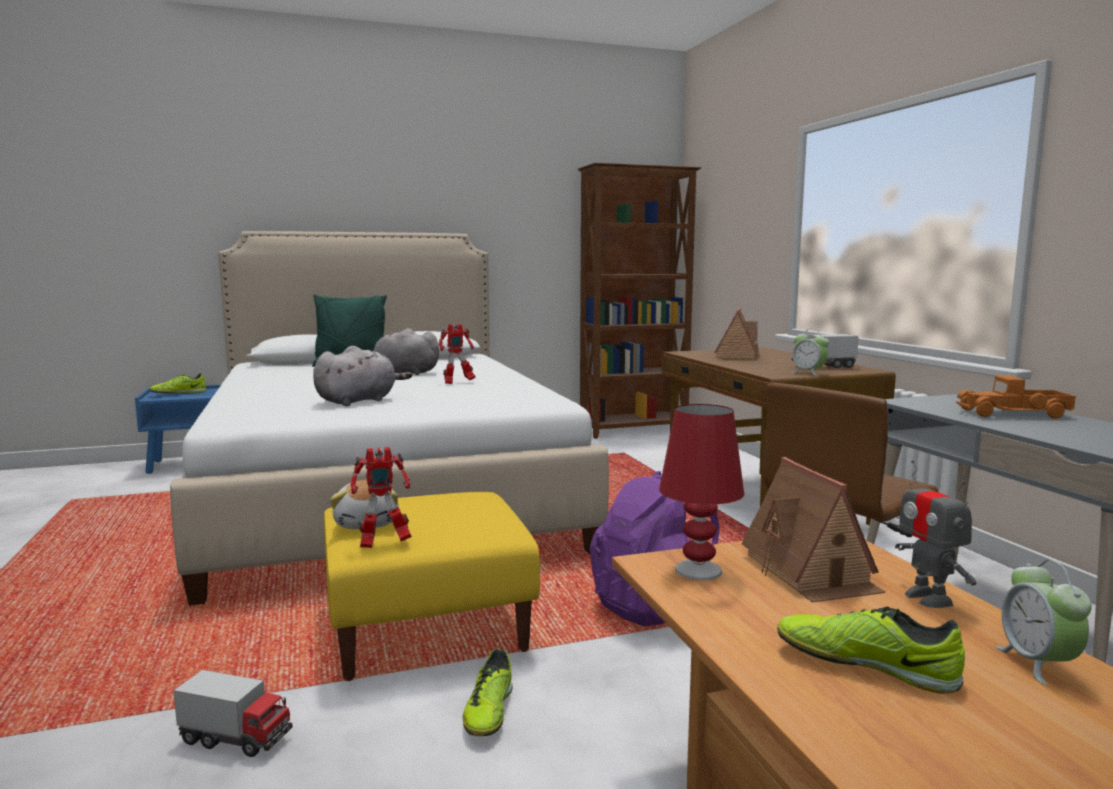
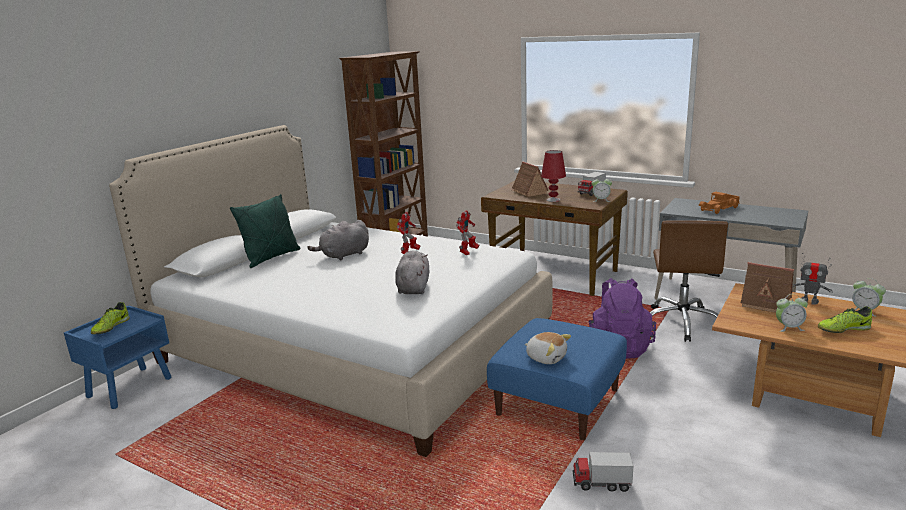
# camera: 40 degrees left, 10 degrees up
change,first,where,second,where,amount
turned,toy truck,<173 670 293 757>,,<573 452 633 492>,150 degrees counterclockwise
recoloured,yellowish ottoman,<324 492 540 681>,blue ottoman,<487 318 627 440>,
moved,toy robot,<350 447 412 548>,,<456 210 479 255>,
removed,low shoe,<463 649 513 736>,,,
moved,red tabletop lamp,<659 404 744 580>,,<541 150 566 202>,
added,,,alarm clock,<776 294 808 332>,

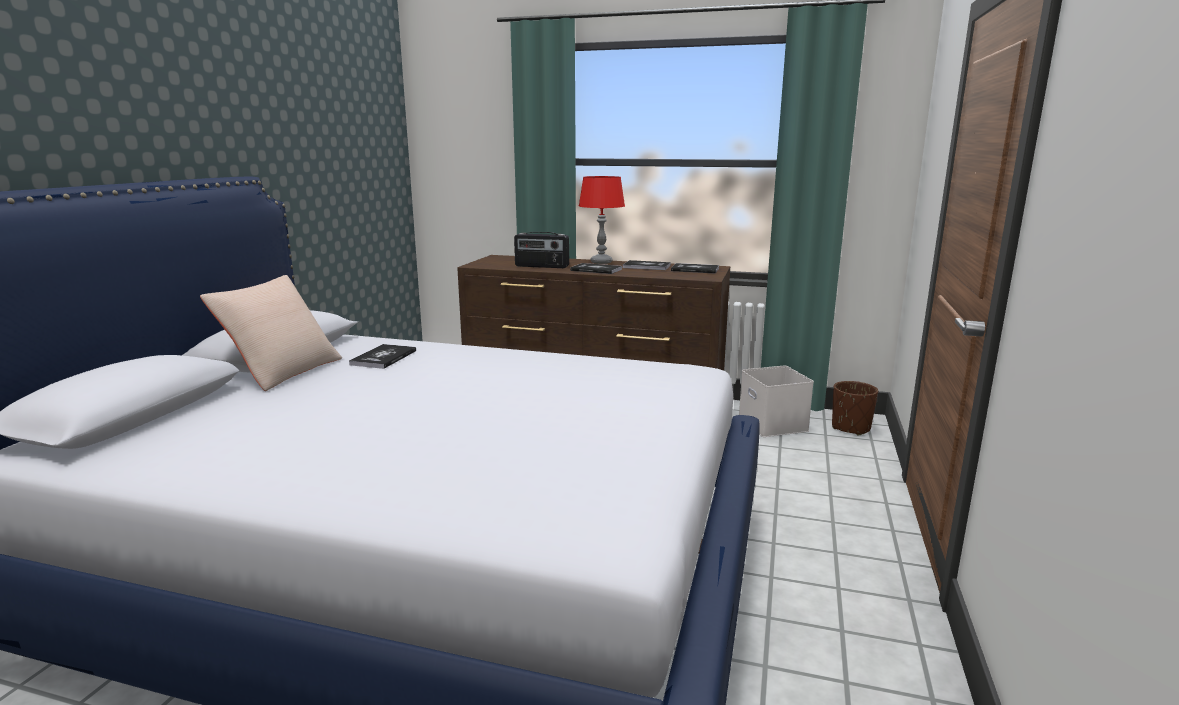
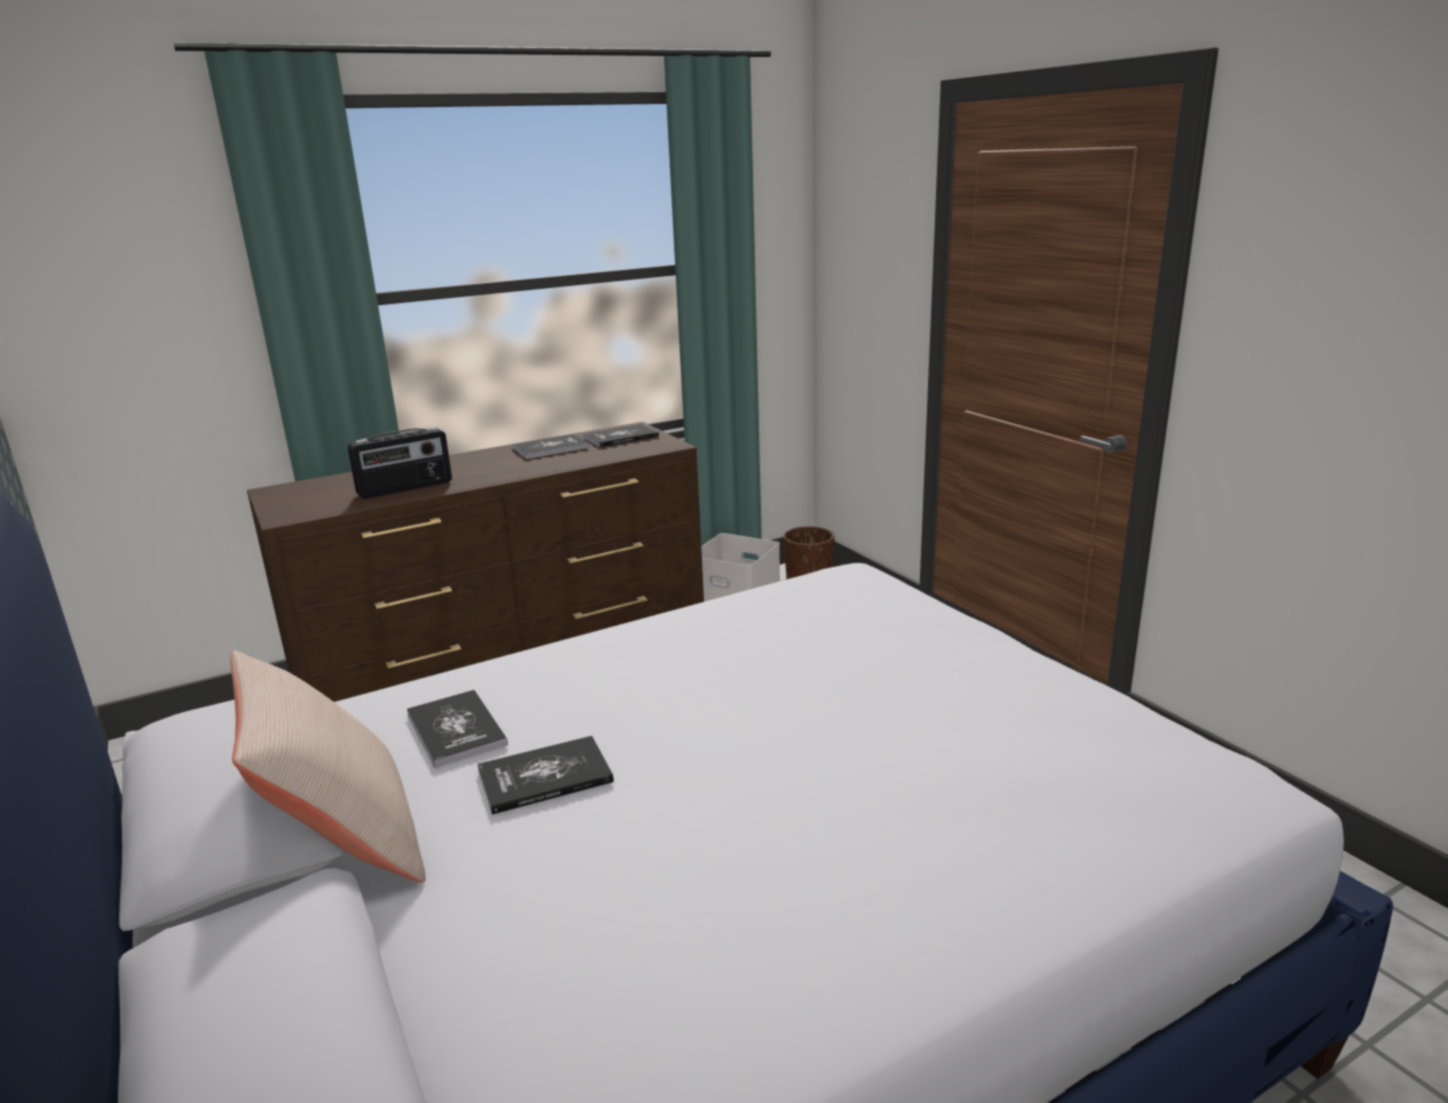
# camera: 45 degrees left, 5 degrees up
change,first,where,second,where,amount
moved,book,<570 263 622 274>,,<477 736 614 815>,
removed,red tabletop lamp,<579 176 625 264>,,,

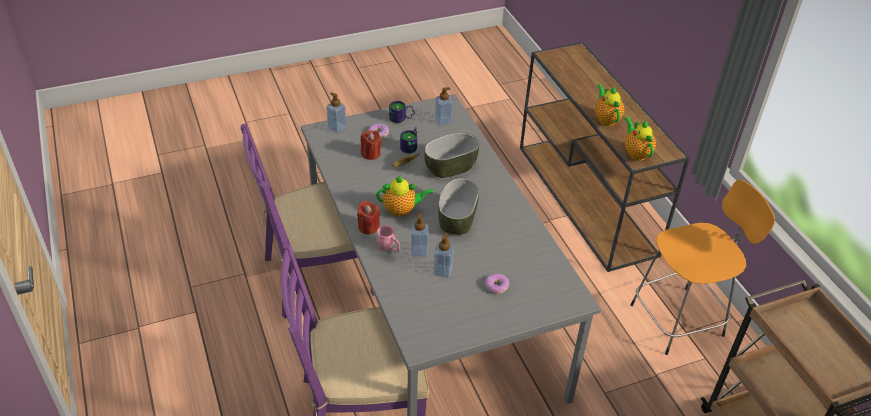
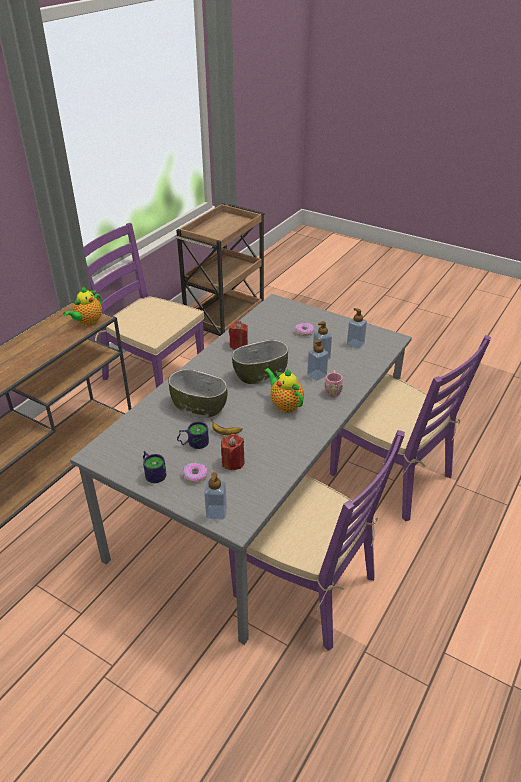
# camera: 125 degrees left, 5 degrees down
change,first,where,second,where,amount
moved,red wax light,<357 200 380 234>,,<229 321 248 350>,
moved,liquid soap bottle,<435 87 452 126>,,<347 308 367 349>,
removed,tea pot,<595 84 624 126>,,,
replaced,orangey stool seat,<630 179 775 355>,purple plain chair,<84 223 204 388>,

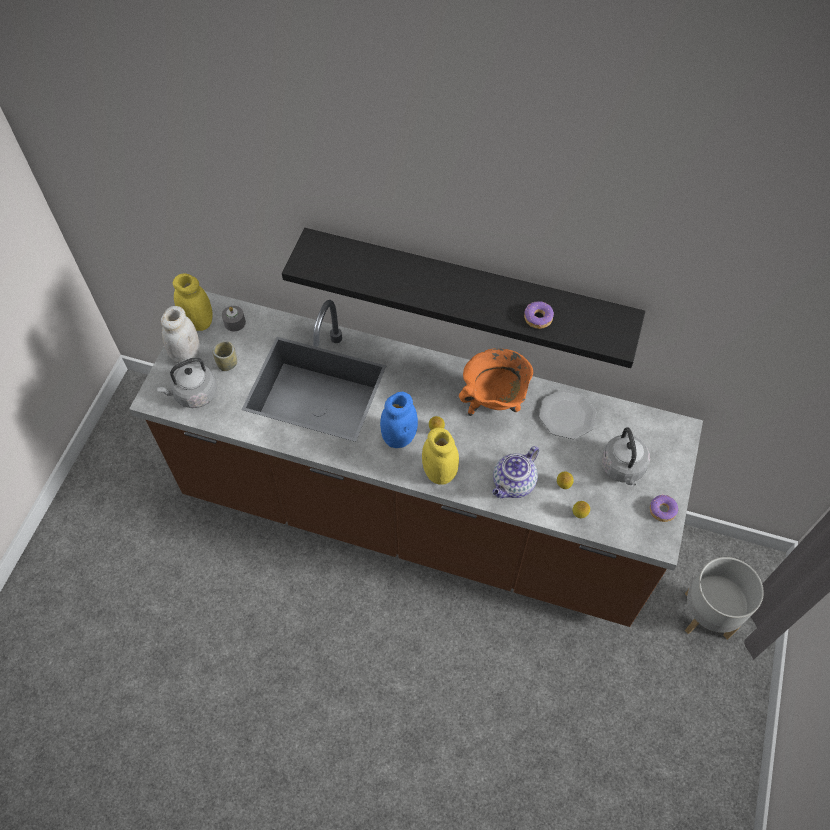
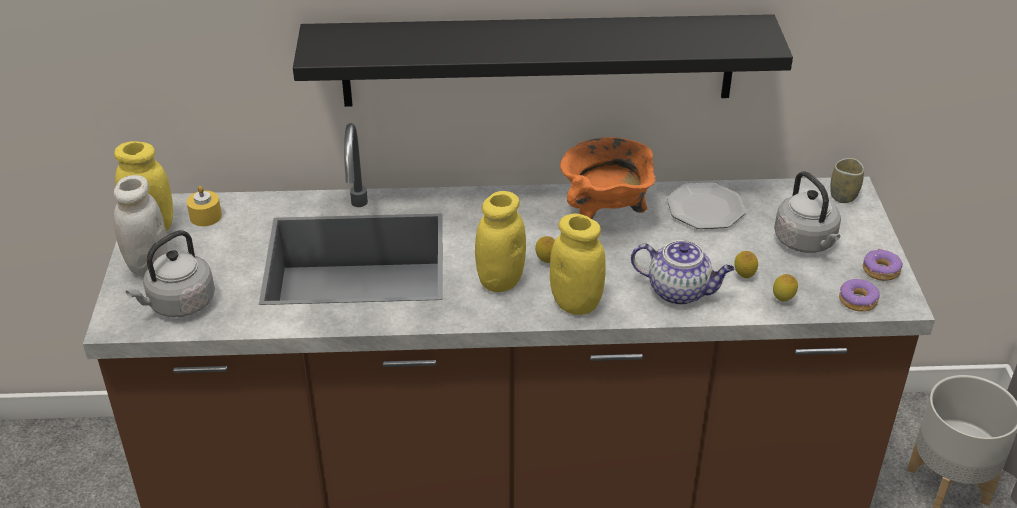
# camera: 20 degrees left, 20 degrees down
change,first,where,second,where,amount
moved,drinking cup,<212 341 237 371>,,<830 158 864 203>,
recoloured,gray wax light,<222 306 246 332>,yellowish wax light,<187 186 222 226>,
recoloured,blue storage jar,<380 392 418 448>,yellowish storage jar,<475 191 526 292>,
turned,tea pot,<492 446 539 498>,,<631 240 735 305>,90 degrees counterclockwise
moved,ring doughnut,<524 301 554 329>,,<839 279 880 312>,

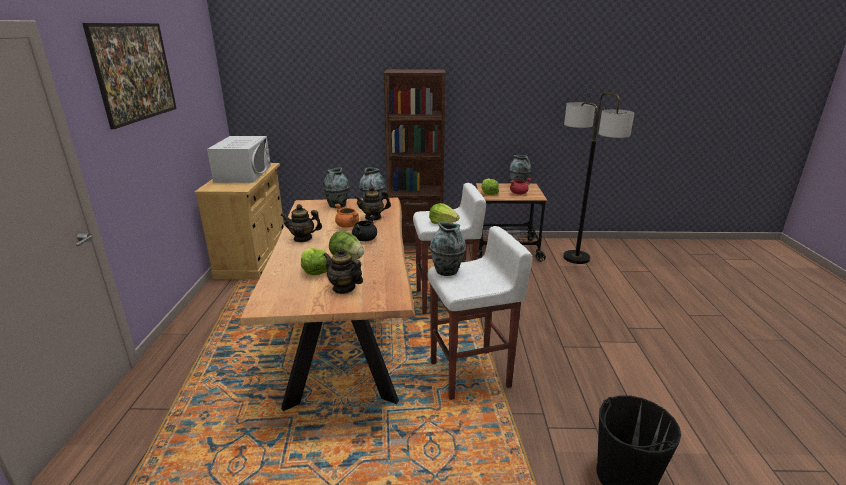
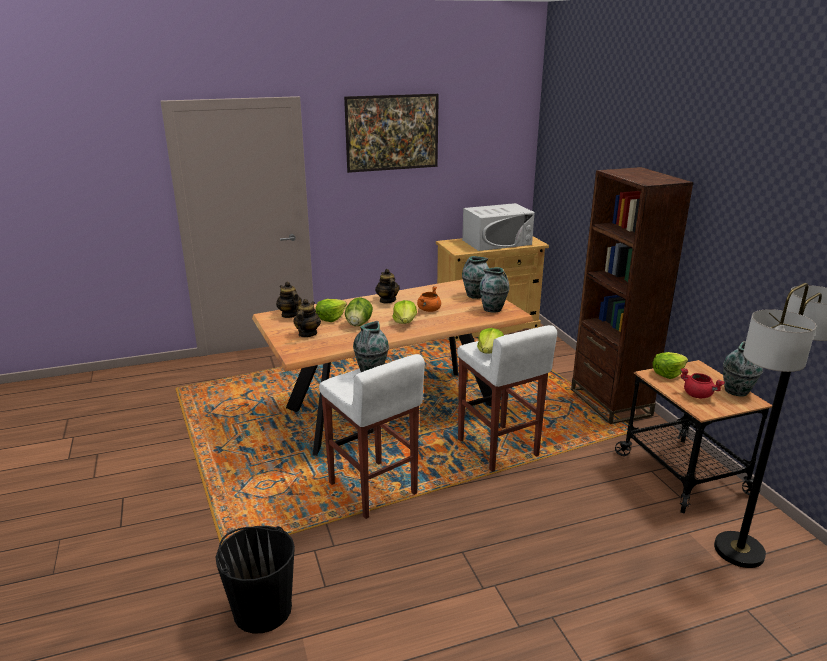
# camera: 70 degrees right, 0 degrees up
change,first,where,second,where,amount
replaced,black-coloured cooking pot,<352 215 377 241>,lettuce head,<393 300 417 324>,
moved,tea pot,<354 186 391 221>,,<276 282 302 318>,

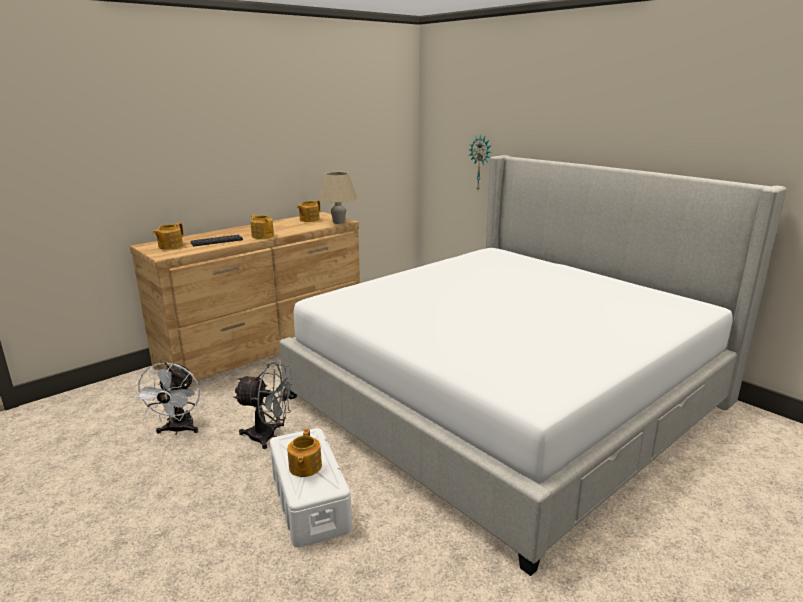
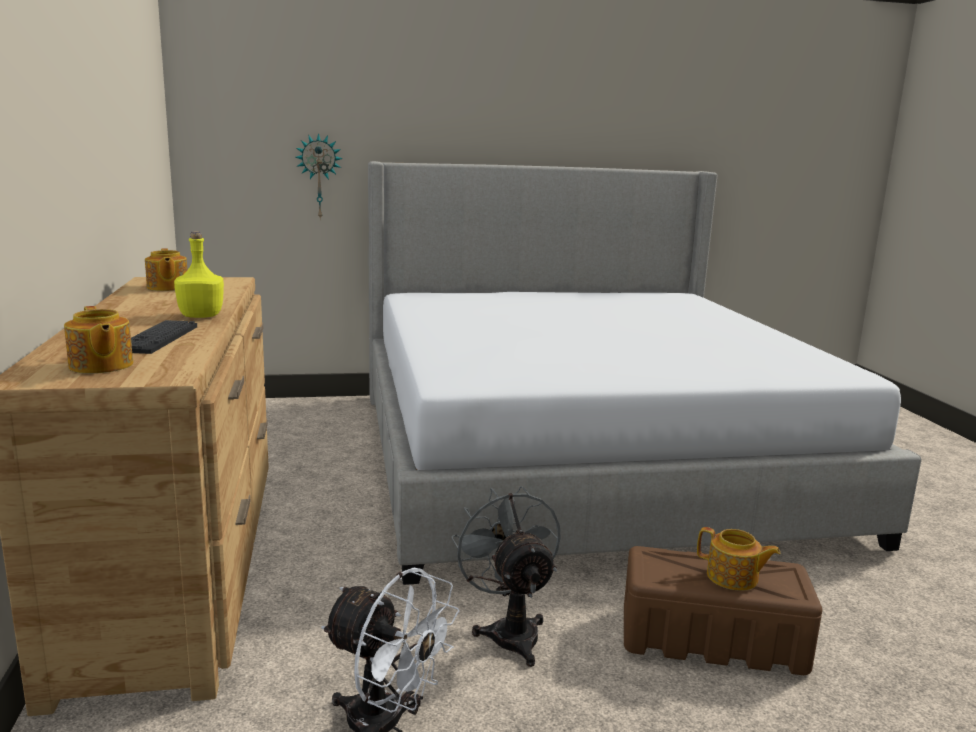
# camera: 60 degrees left, 5 degrees down
change,first,where,second,where,amount
turned,gray electric fan,<234 362 294 449>,,<451 486 561 667>,60 degrees counterclockwise
replaced,tea pot,<250 215 274 239>,yellowish drink bottle,<174 231 224 318>,
recoloured,white storage box,<270 428 352 547>,brown-coloured storage box,<624 546 822 675>,
removed,sand-coloured tabletop lamp,<318 172 357 224>,,,

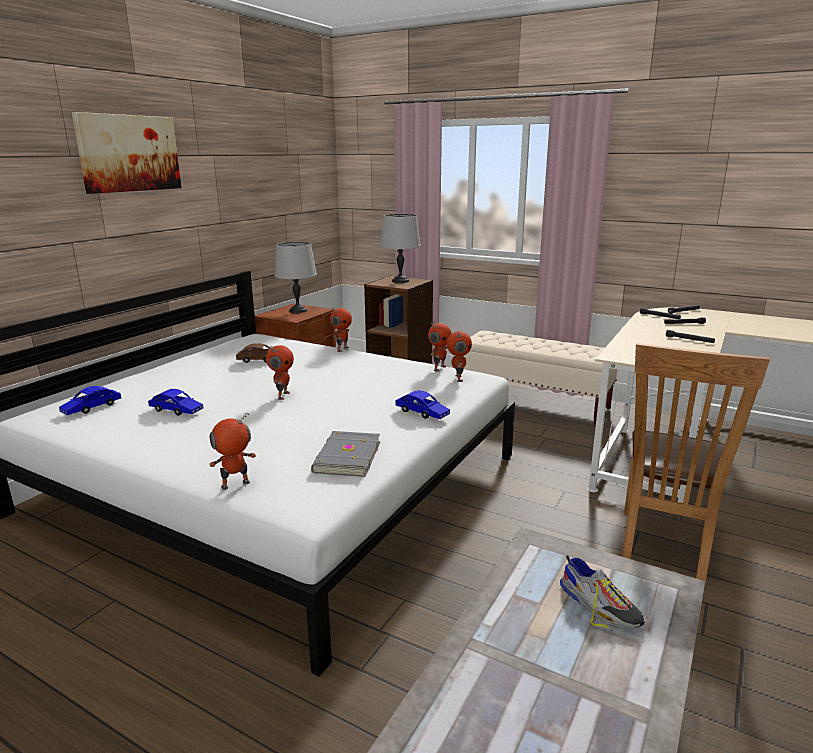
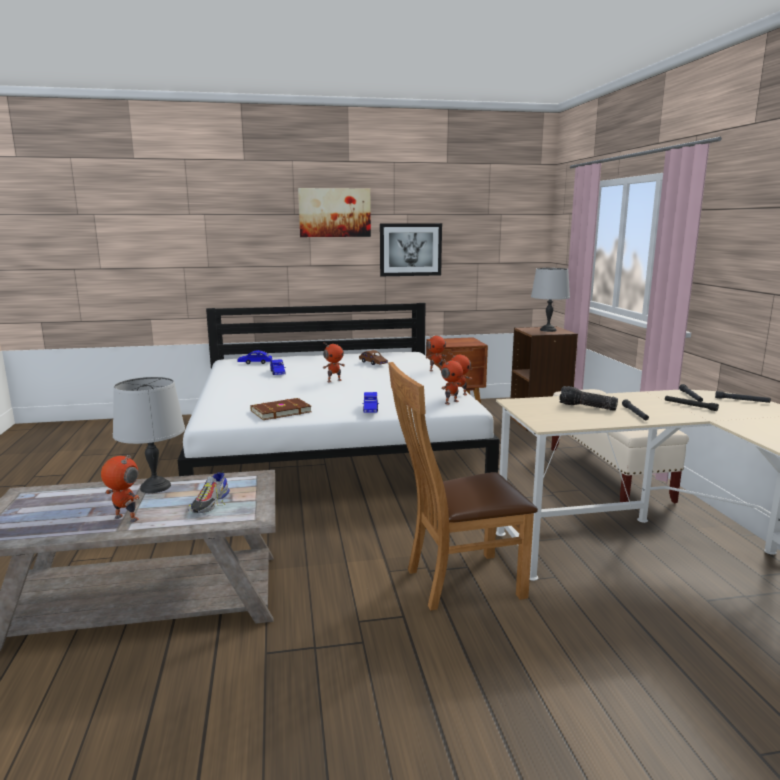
# camera: 50 degrees right, 5 degrees down
change,first,where,second,where,amount
moved,toy robot,<209 413 256 490>,,<101 455 140 522>,
moved,gray tabletop lamp,<275 242 317 313>,,<113 377 185 493>,
recoloured,gray book,<311 431 380 477>,brown-coloured book,<250 398 312 420>,
added,,,picture,<380 223 442 276>,
added,,,hand torch,<559 386 618 411>,

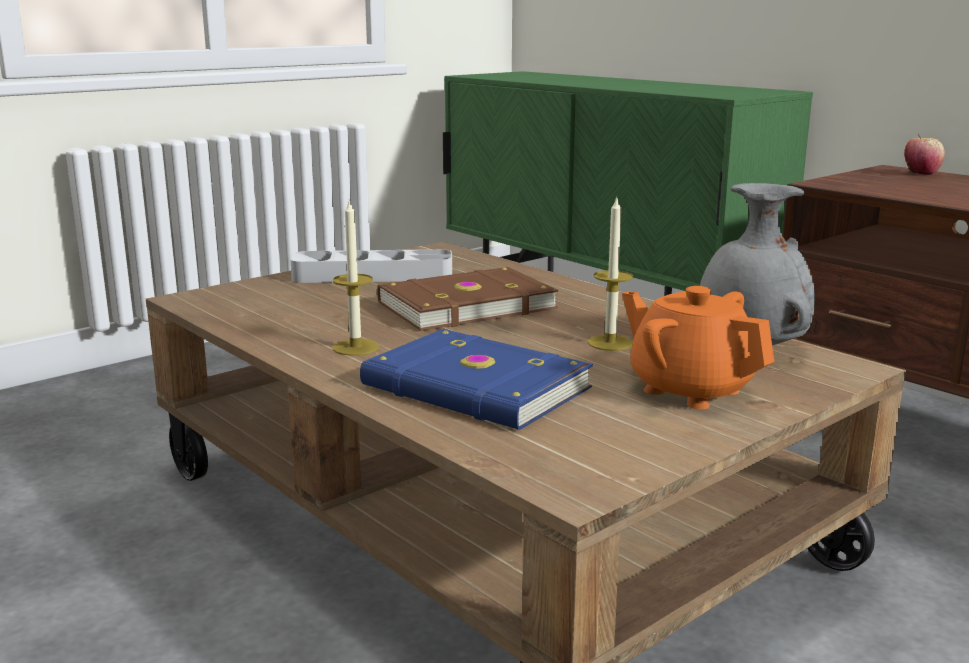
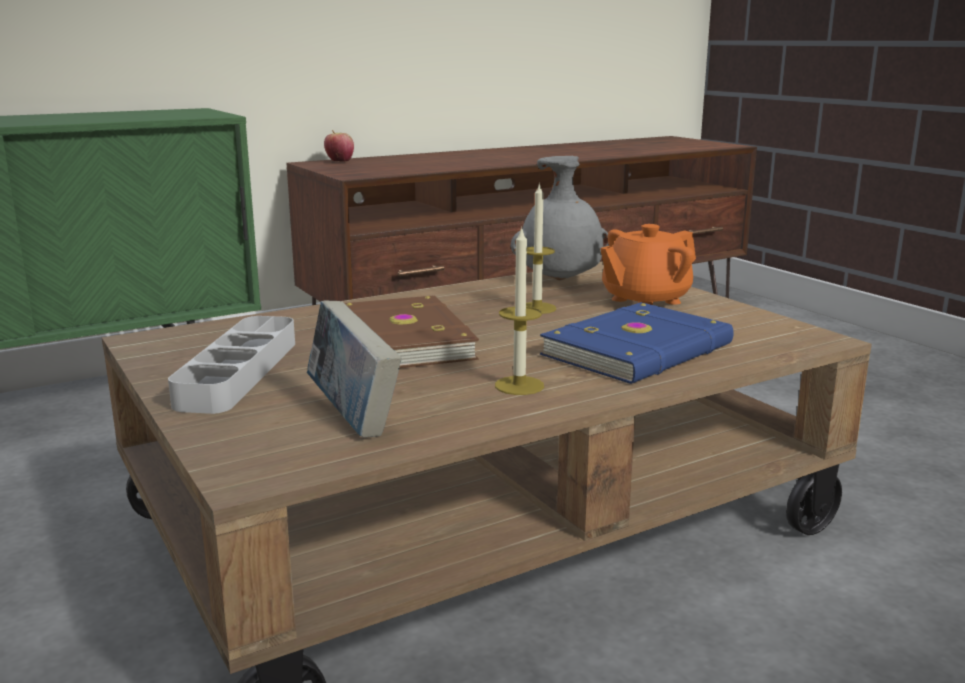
# camera: 80 degrees left, 0 degrees up
change,first,where,second,where,amount
added,,,book,<307 300 401 437>,

